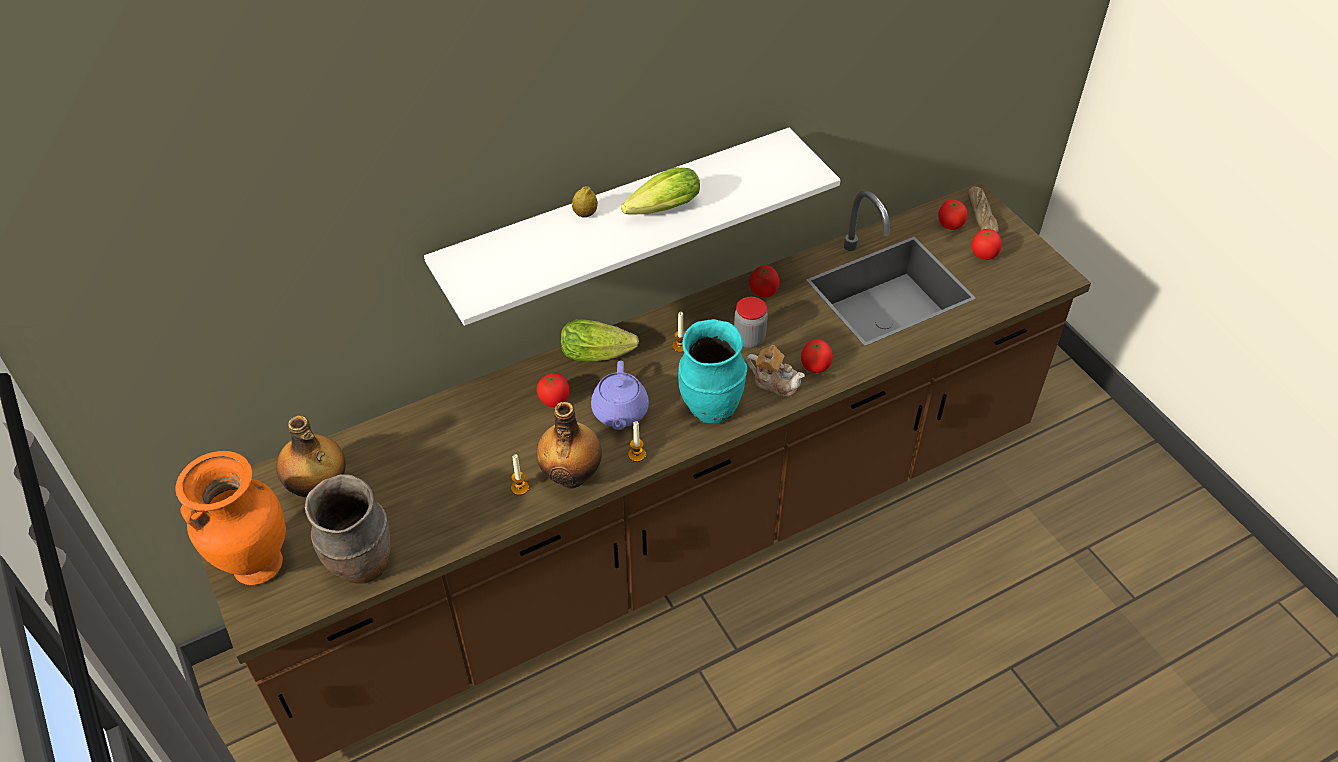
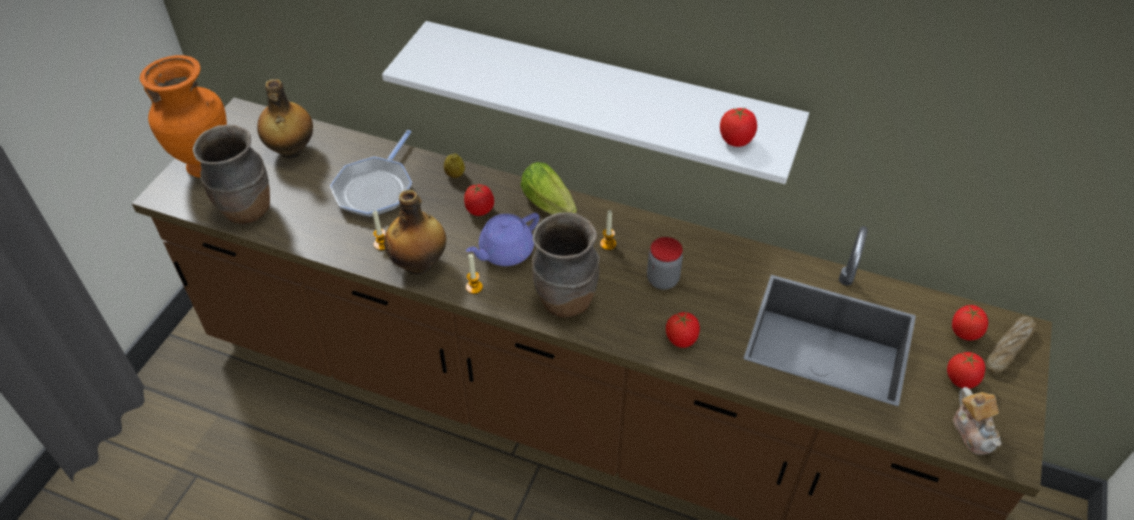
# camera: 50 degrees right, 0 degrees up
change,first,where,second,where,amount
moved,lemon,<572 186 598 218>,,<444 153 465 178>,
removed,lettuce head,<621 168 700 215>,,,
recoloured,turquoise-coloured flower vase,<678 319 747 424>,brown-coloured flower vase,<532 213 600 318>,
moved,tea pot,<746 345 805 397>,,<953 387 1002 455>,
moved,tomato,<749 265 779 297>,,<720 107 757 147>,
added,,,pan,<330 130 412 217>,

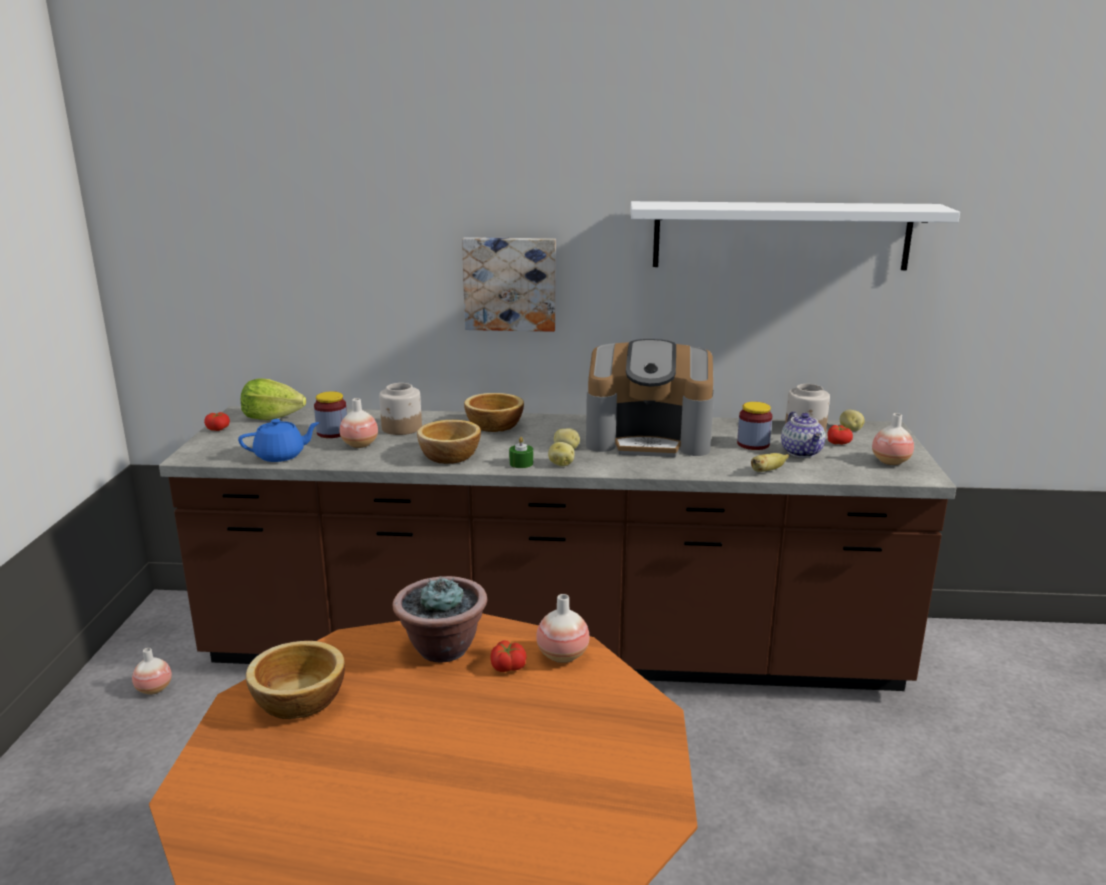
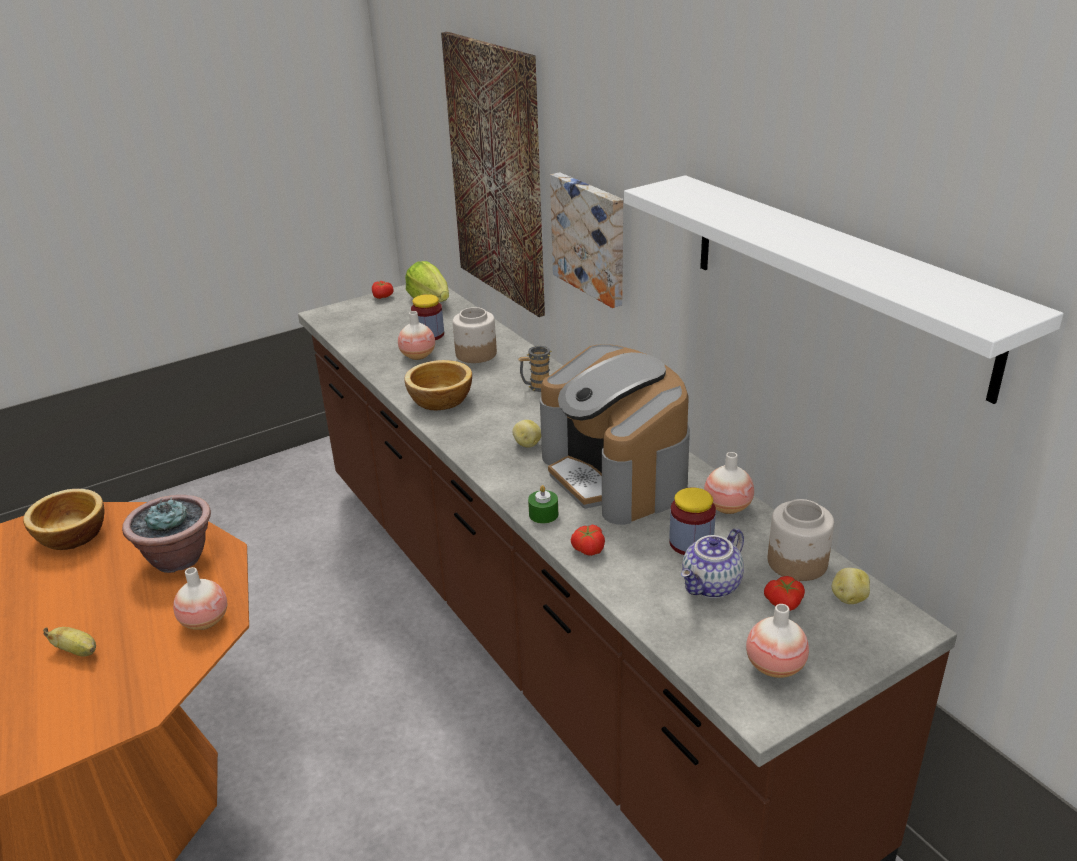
# camera: 55 degrees right, 10 degrees up
change,first,where,second,where,amount
moved,flower vase,<132 648 172 695>,,<704 452 754 514>,
removed,blue tea pot,<238 419 320 462>,,,
replaced,deep dish,<464 393 524 432>,tea mug,<518 346 552 392>,
moved,tomato,<490 640 527 672>,,<571 525 605 556>,
moved,green wax light,<509 437 533 468>,,<528 485 558 524>,
removed,potato,<548 442 575 467>,,,
moved,banana fruit,<751 453 789 472>,,<43 627 96 657>,
added,,,picture,<441 32 545 317>,

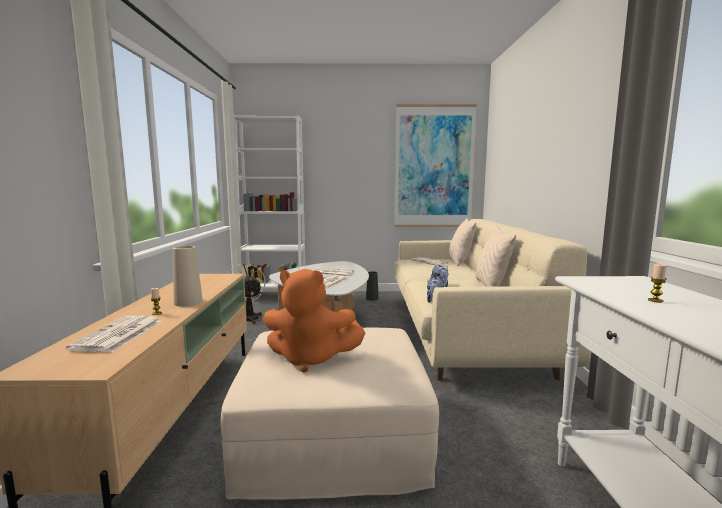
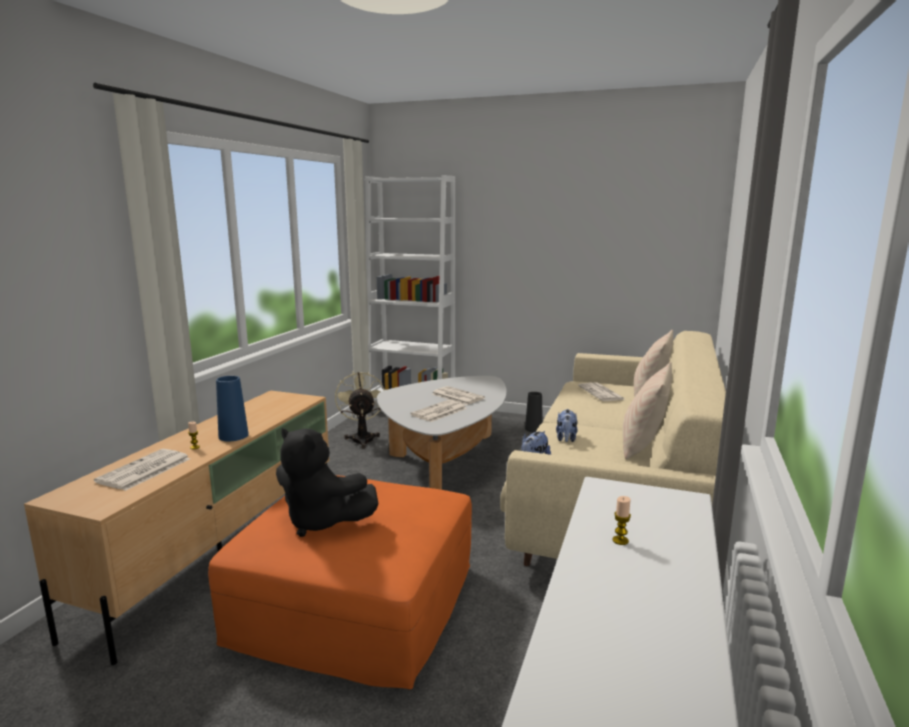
# camera: 20 degrees right, 5 degrees up
change,first,where,second,where,amount
recoloured,sand-coloured flower vase,<173 246 203 307>,blue flower vase,<216 376 249 441>,
recoloured,sand-coloured ottoman,<221 328 439 500>,orangey ottoman,<208 475 472 689>,
recoloured,orangey plush toy,<263 269 365 373>,black-coloured plush toy,<276 428 379 537>,
removed,picture,<394 104 477 227>,,,

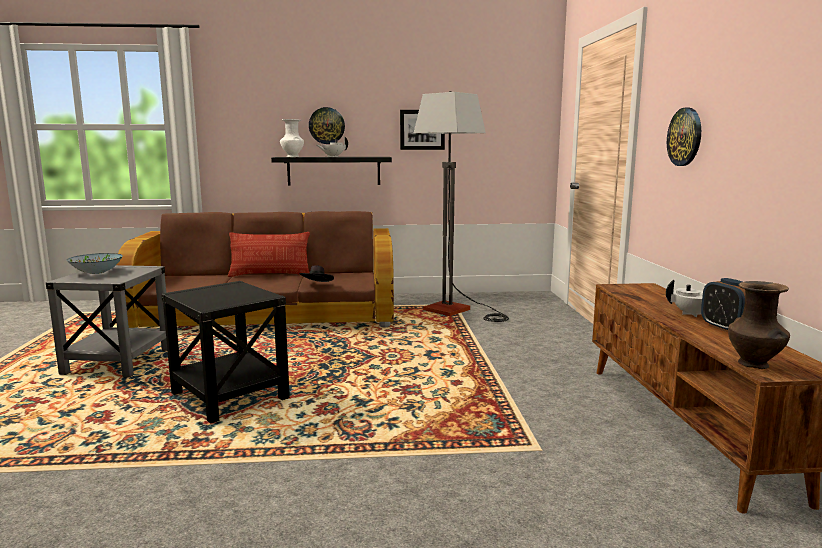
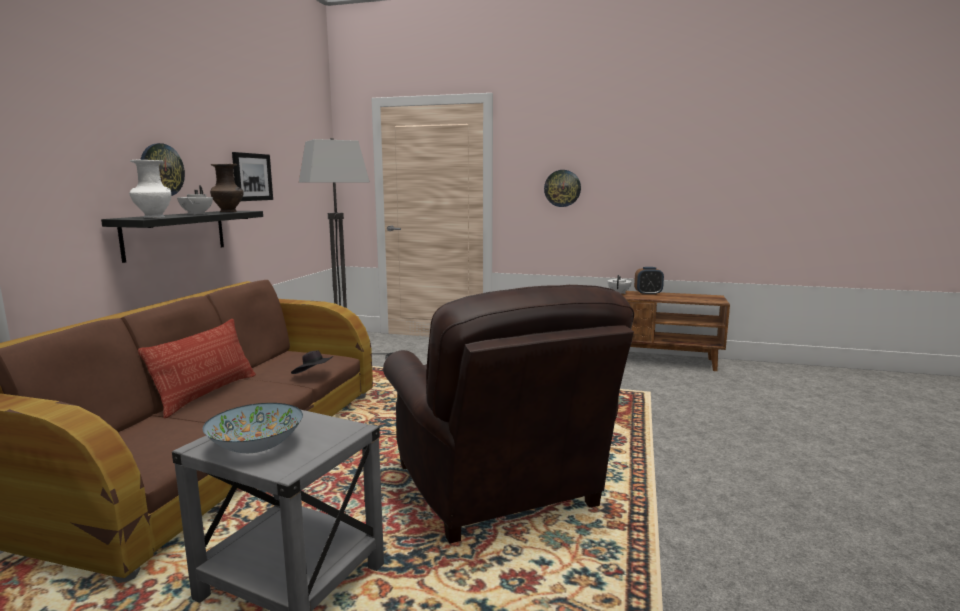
# camera: 70 degrees left, 0 degrees up
change,first,where,second,where,amount
replaced,black-coloured end table,<161 281 290 423>,brown-coloured armchair,<383 285 634 544>,
moved,brown-coloured flower vase,<728 281 790 369>,,<210 164 244 212>,

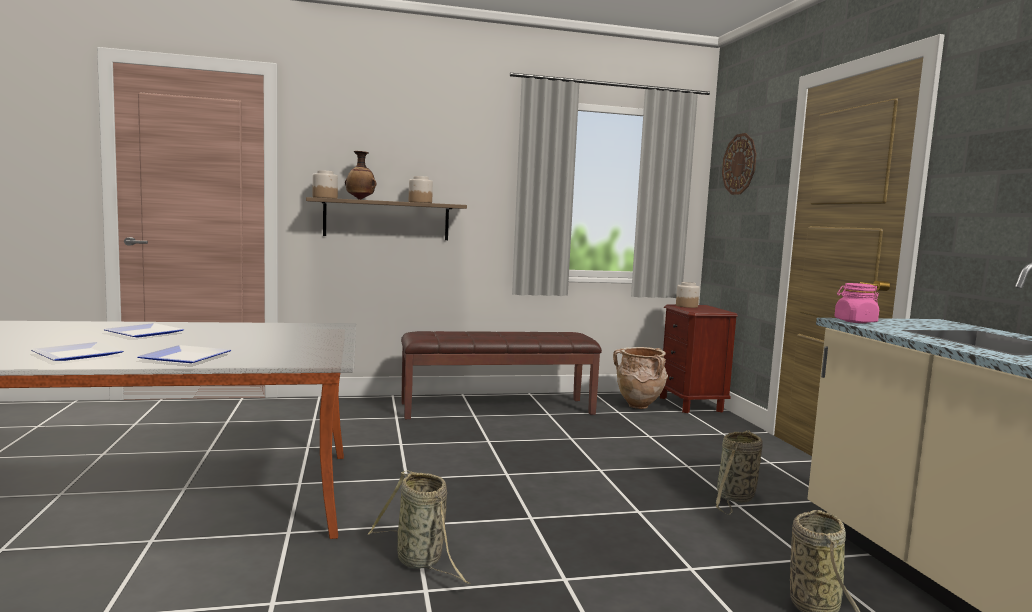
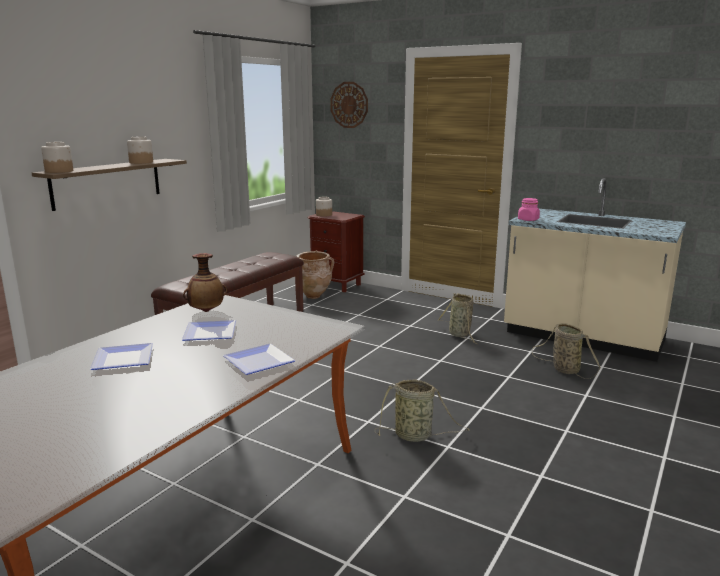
# camera: 45 degrees left, 10 degrees up
change,first,where,second,where,amount
moved,plate,<31 342 124 361>,,<182 320 236 341>,
moved,flower vase,<345 151 376 200>,,<183 253 227 312>,

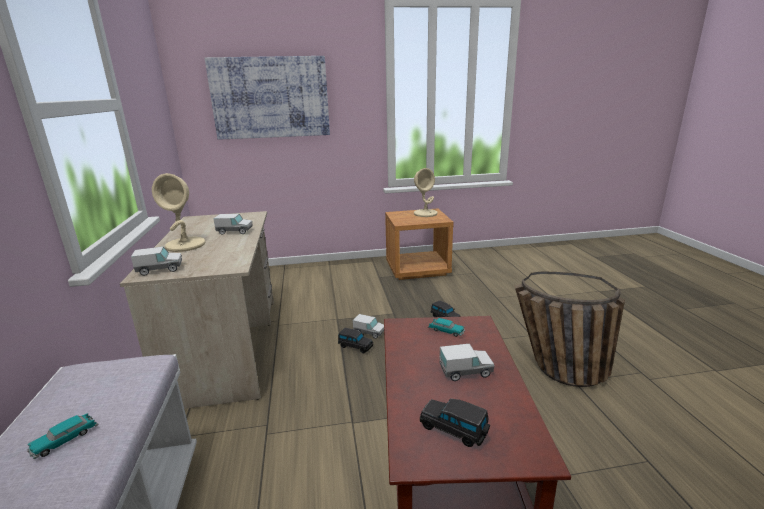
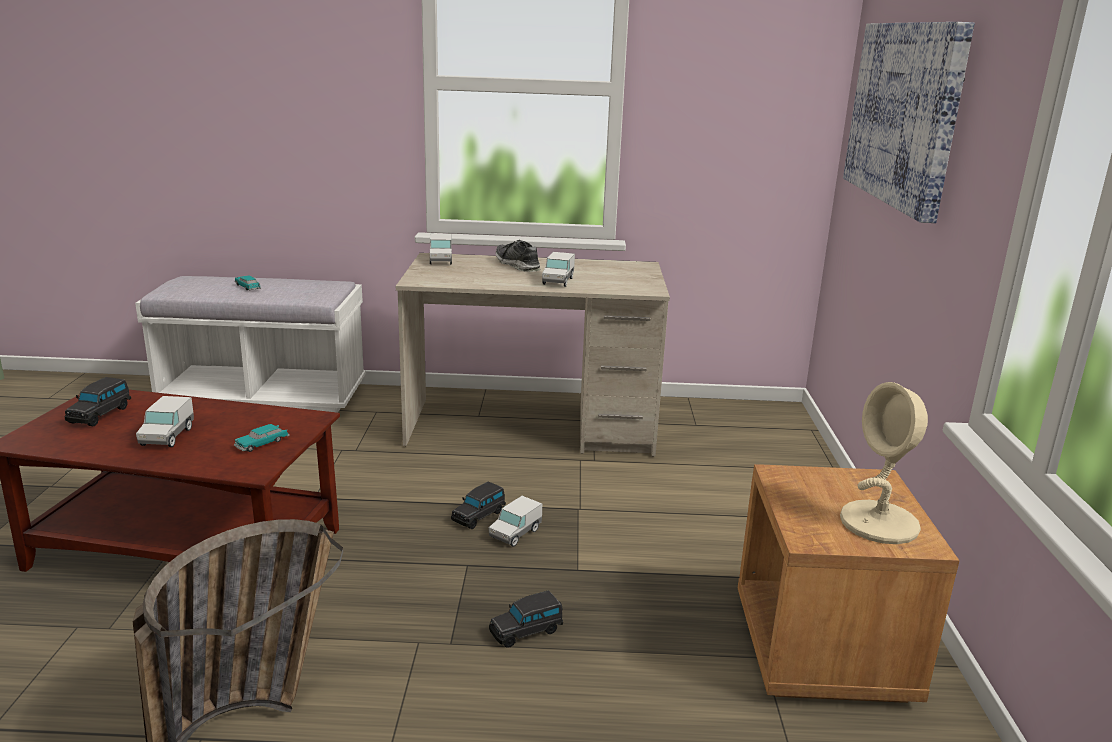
# camera: 100 degrees right, 0 degrees up
change,first,where,second,where,amount
replaced,sand-coloured tabletop lamp,<152 173 206 252>,low shoe,<495 240 541 272>,
turned,black-coloured miniature car,<420 398 490 447>,,<64 377 131 426>,150 degrees clockwise

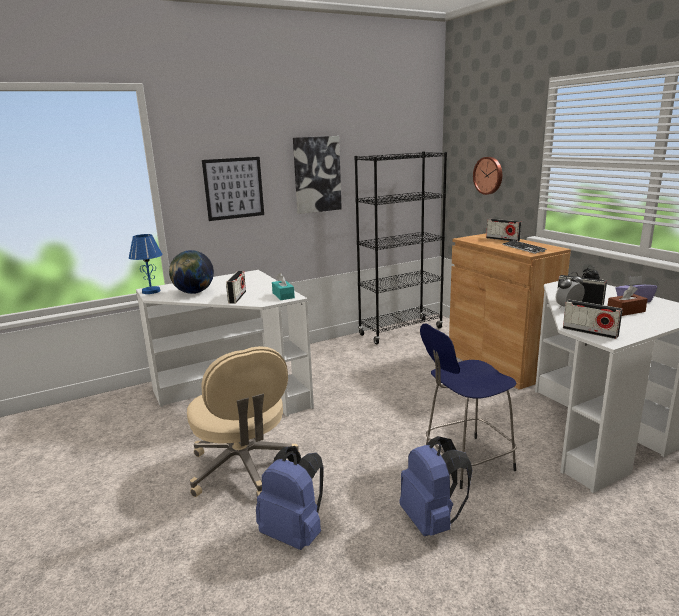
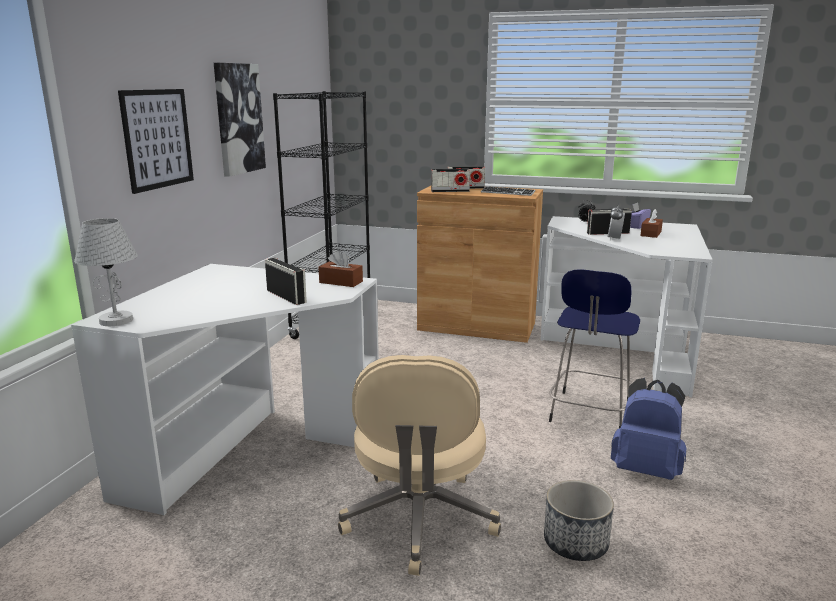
# camera: 45 degrees left, 0 degrees up
change,first,where,second,where,amount
recoloured,blue tabletop lamp,<129 234 163 294>,white tabletop lamp,<74 218 138 326>,
removed,world globe,<169 250 214 294>,,,
turned,sand-coloured computer chair,<187 346 300 497>,,<338 355 501 576>,75 degrees clockwise
replaced,blue knapsack,<256 446 323 550>,plant pot,<544 480 614 561>,
recoloured,turquoise-coloured tissue holder,<272 273 295 300>,brown-coloured tissue holder,<318 250 363 287>,
removed,hanging clock,<473 157 502 195>,,,
moved,radio receiver,<563 300 623 339>,,<431 169 470 192>,

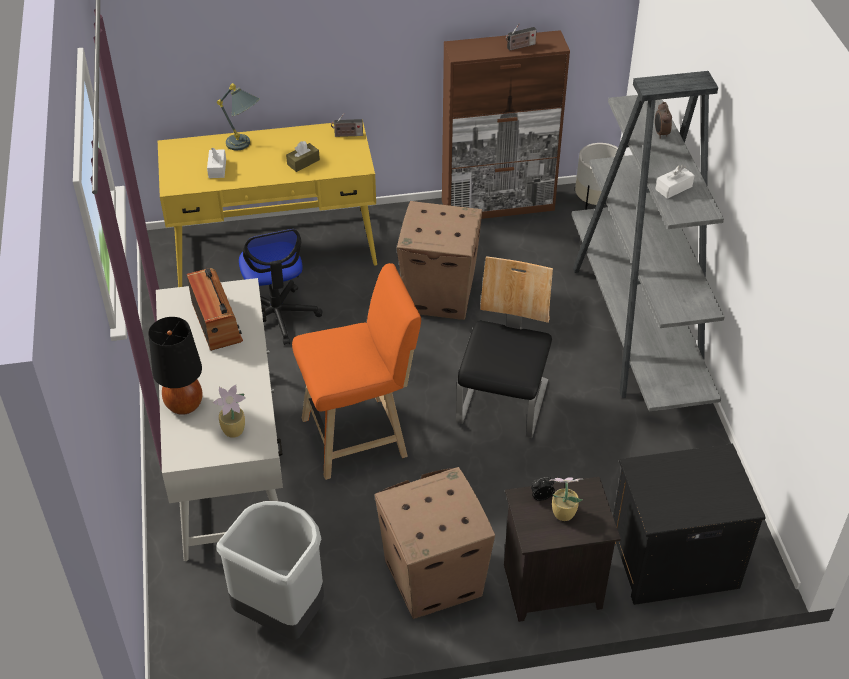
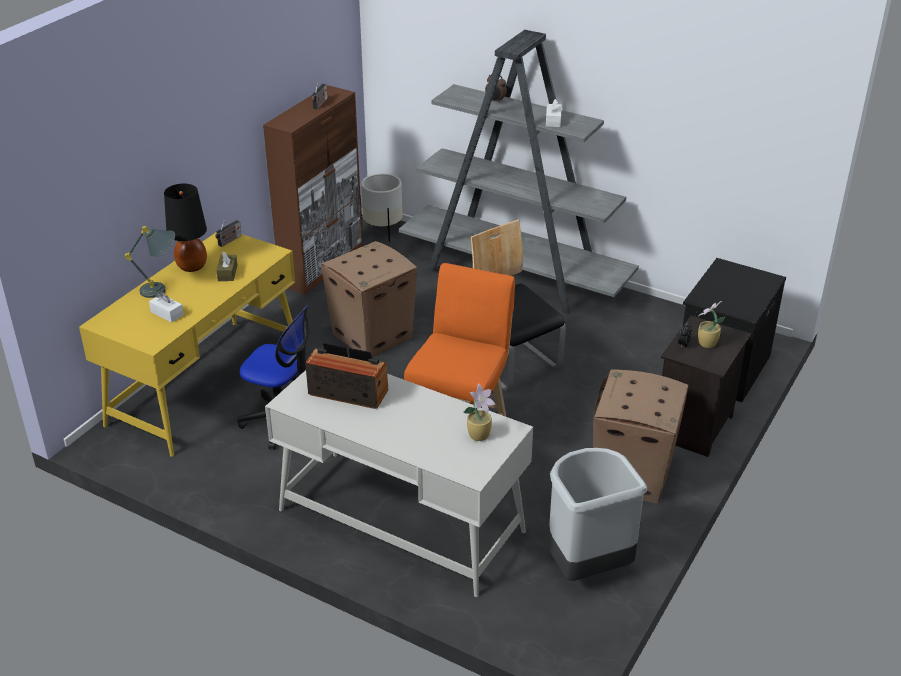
# camera: 50 degrees left, 10 degrees down
change,first,where,second,where,amount
moved,black-coloured tabletop lamp,<148 317 202 415>,,<164 184 207 272>,

